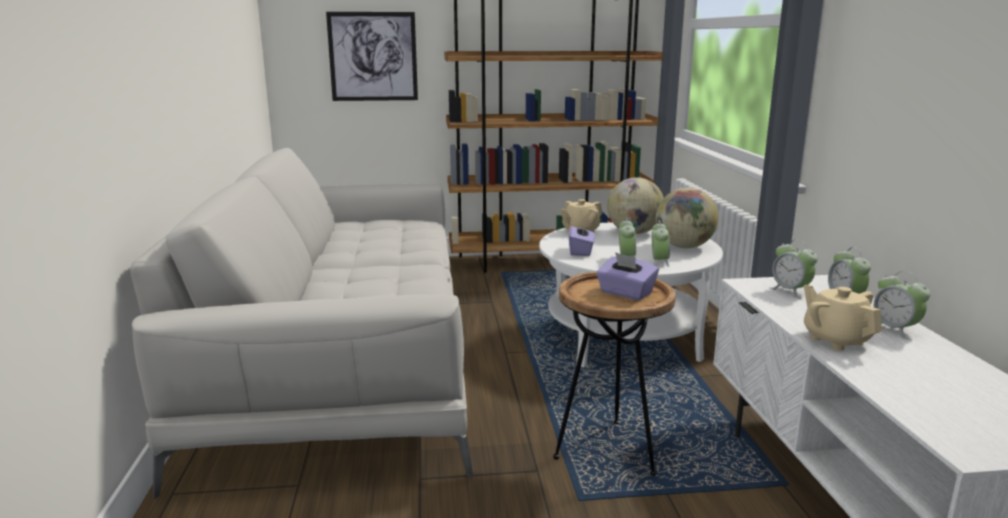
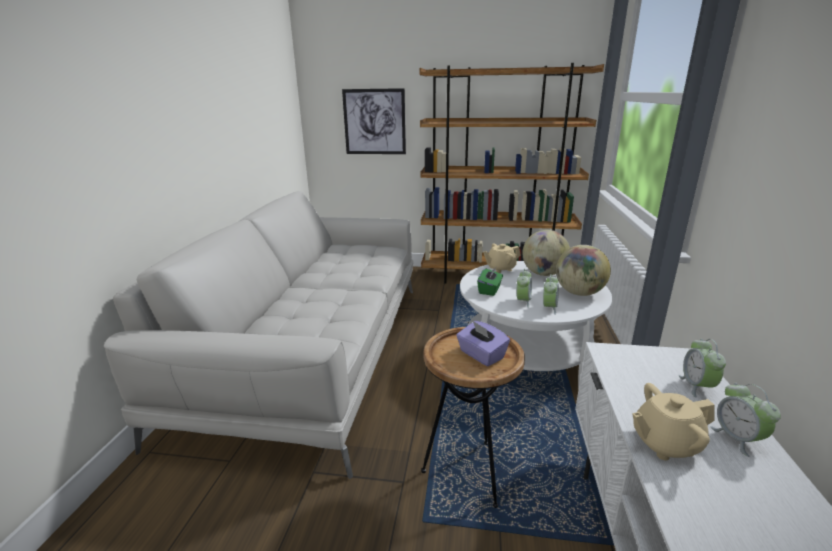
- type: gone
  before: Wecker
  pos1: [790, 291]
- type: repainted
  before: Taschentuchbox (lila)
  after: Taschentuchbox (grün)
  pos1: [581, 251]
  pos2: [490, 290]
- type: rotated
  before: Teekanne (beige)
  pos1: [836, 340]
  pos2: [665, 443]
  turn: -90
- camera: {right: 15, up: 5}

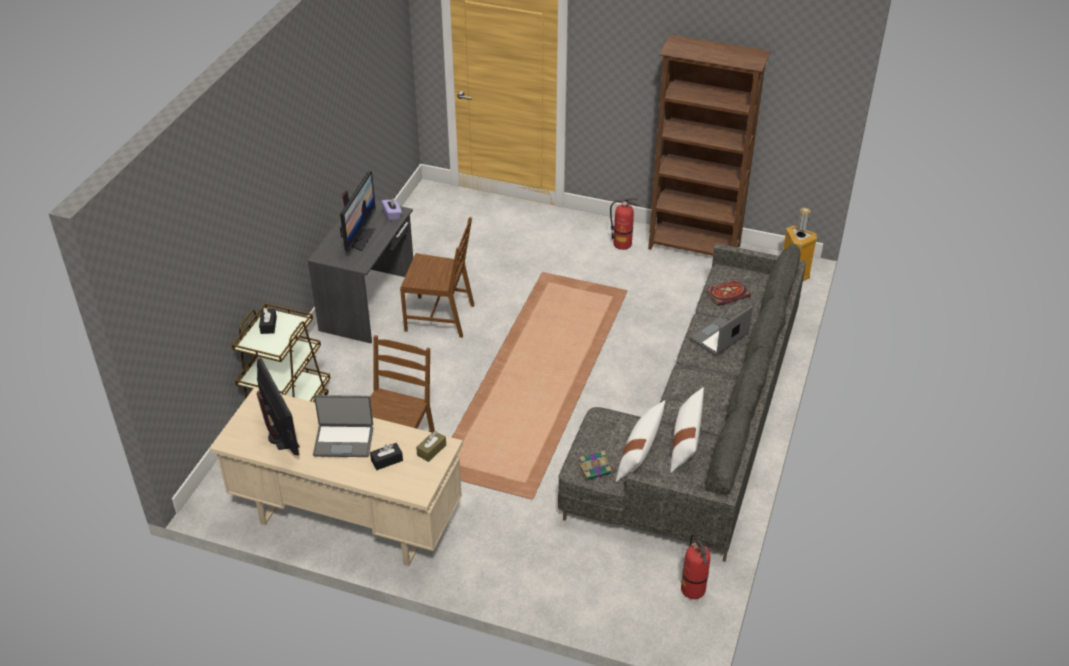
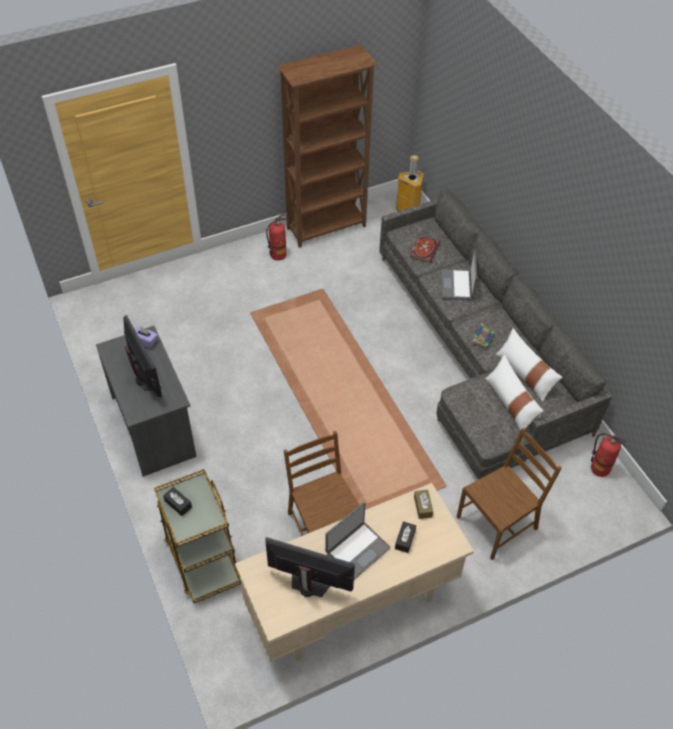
- type: shifted
  before: Stuhl (braun)
  pos1: [440, 317]
  pos2: [497, 523]
- type: shifted
  before: Buch
  pos1: [595, 469]
  pos2: [482, 338]
- camera: {right: -45, up: 10}

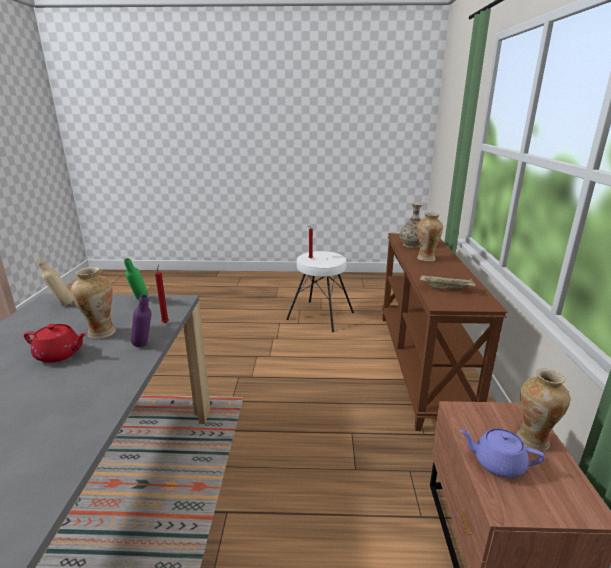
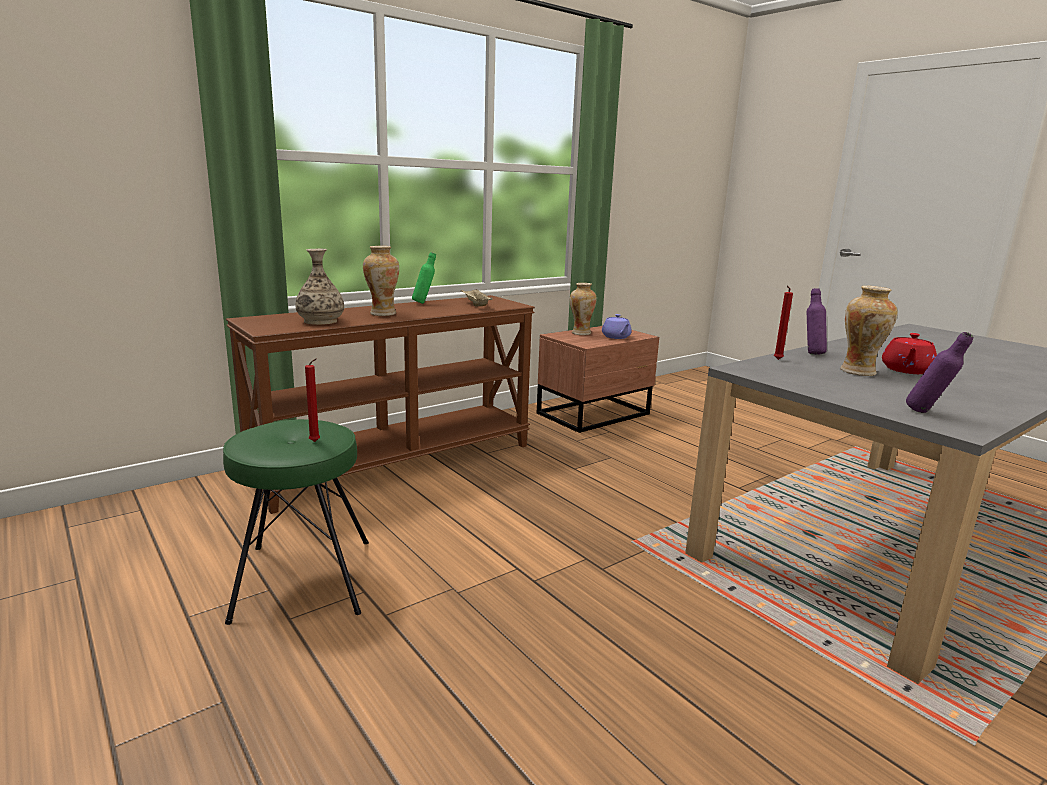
- type: shifted
  before: Flasche (grün)
  pos1: [139, 301]
  pos2: [424, 303]
- type: repainted
  before: Flasche (beige)
  after: Flasche (lila)
  pos1: [61, 305]
  pos2: [928, 413]
- type: repainted
  before: Hocker (weiß)
  after: Hocker (grün)
  pos1: [320, 315]
  pos2: [302, 579]
- type: rotated
  before: Teekanne (rot)
  pos1: [59, 355]
  pos2: [906, 370]
  turn: -120
- camera: {right: -130, up: -5}

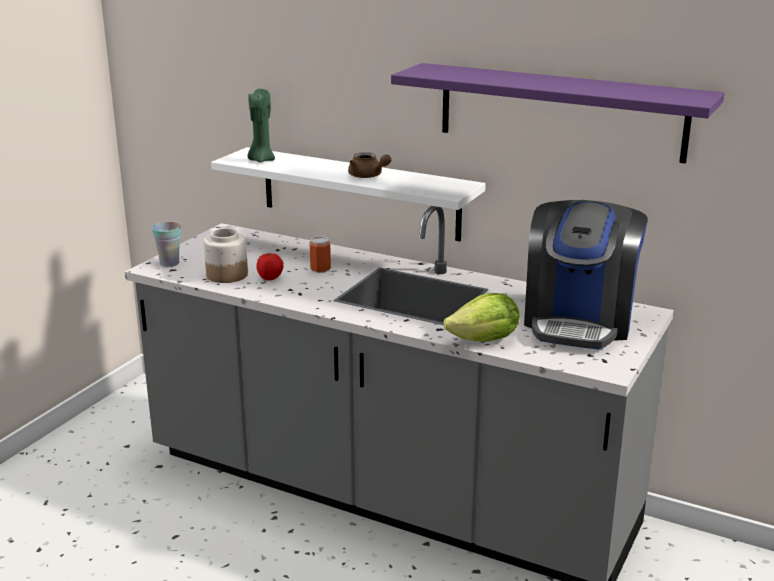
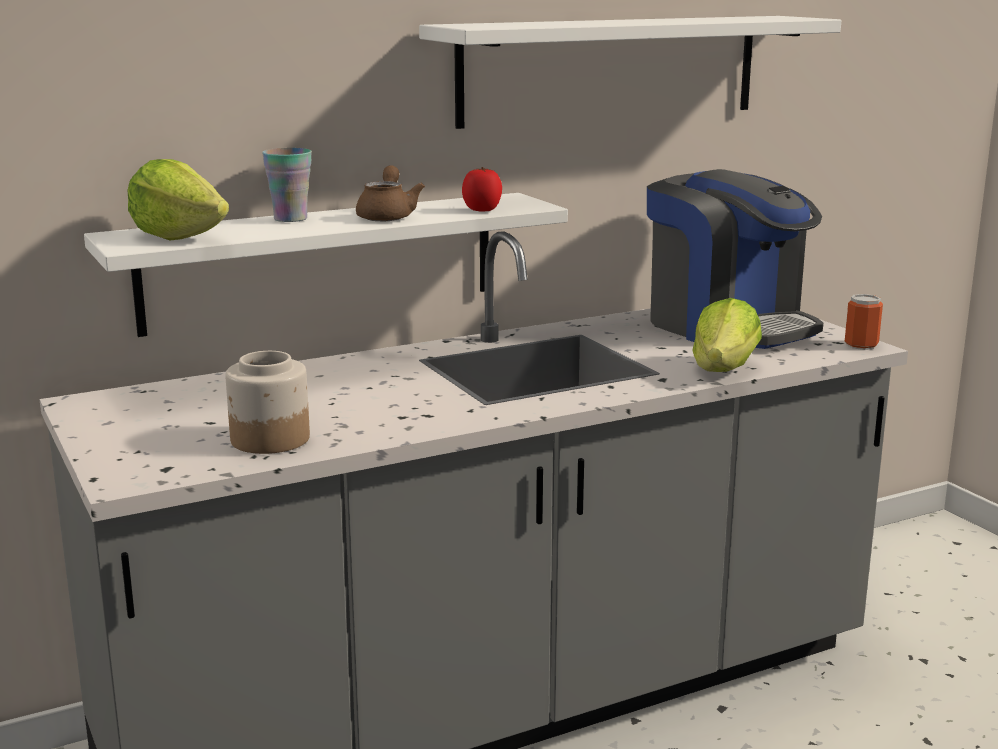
- type: shifted
  before: Tasse
  pos1: [169, 263]
  pos2: [290, 219]
- type: shifted
  before: Tomate
  pos1: [270, 278]
  pos2: [482, 210]
- type: shifted
  before: Dose
  pos1: [320, 269]
  pos2: [861, 345]
- type: swapped
  before: Kerze (grün)
  after: Salatkopf
  pos1: [261, 160]
  pos2: [178, 236]
- type: repainted
  before: Wandregal (lila)
  after: Wandregal (weiß)
  pos1: [560, 111]
  pos2: [611, 69]
- type: rotated
  before: Teekanne (braun)
  pos1: [368, 176]
  pos2: [387, 216]
  turn: -75
- camera: {right: -55, up: -5}

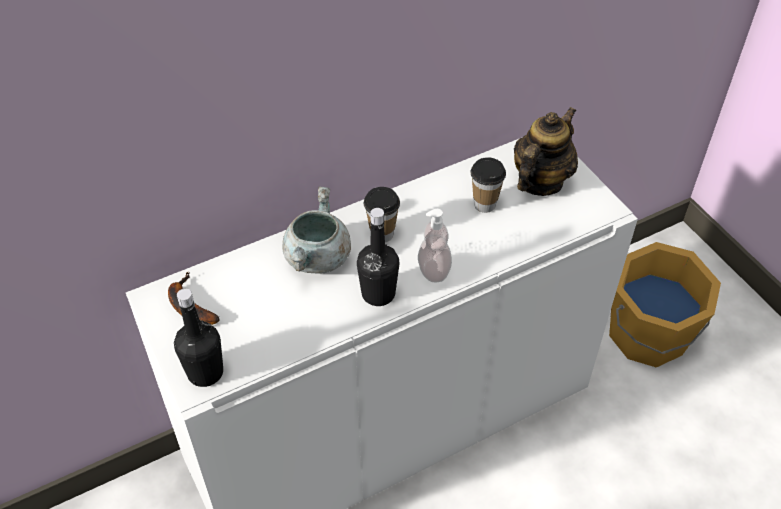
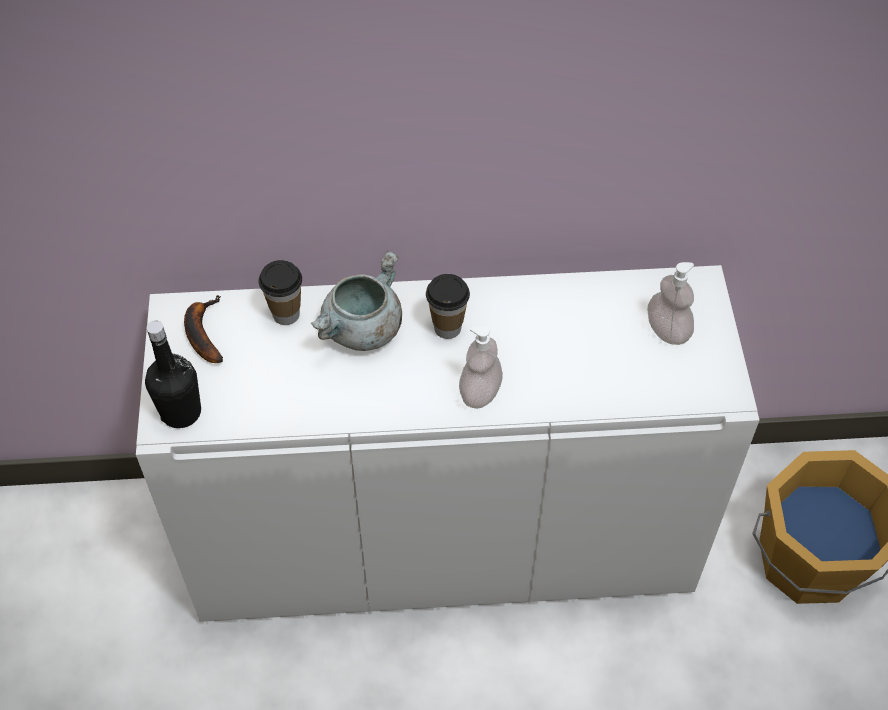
- type: gone
  before: Flasche (schwarz)
  pos1: [378, 294]
- type: shifted
  before: Tasse
  pos1: [484, 204]
  pos2: [286, 314]
- type: swapped
  before: Teekanne
  after: Seifenspender
  pos1: [540, 181]
  pos2: [667, 330]
- camera: {right: 25, up: 5}

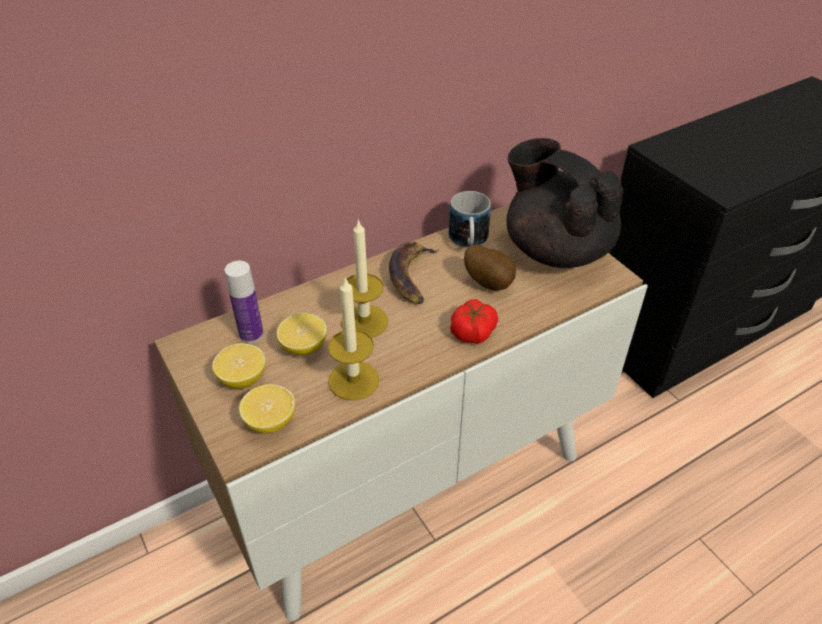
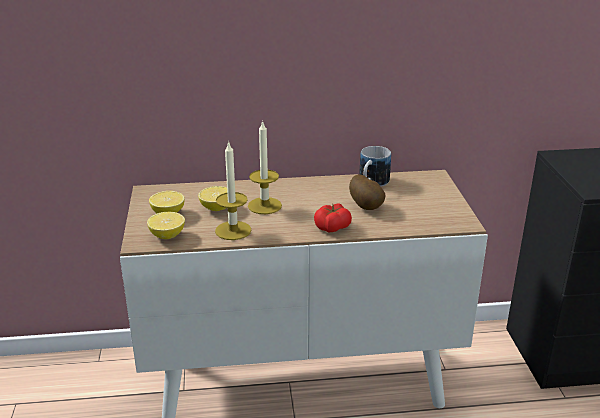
- type: gone
  before: Flasche
  pos1: [251, 334]
- type: gone
  before: Banane
  pos1: [411, 275]
- type: gone
  before: Teekanne (schwarz)
  pos1: [555, 249]
- camera: {right: 25, up: -15}

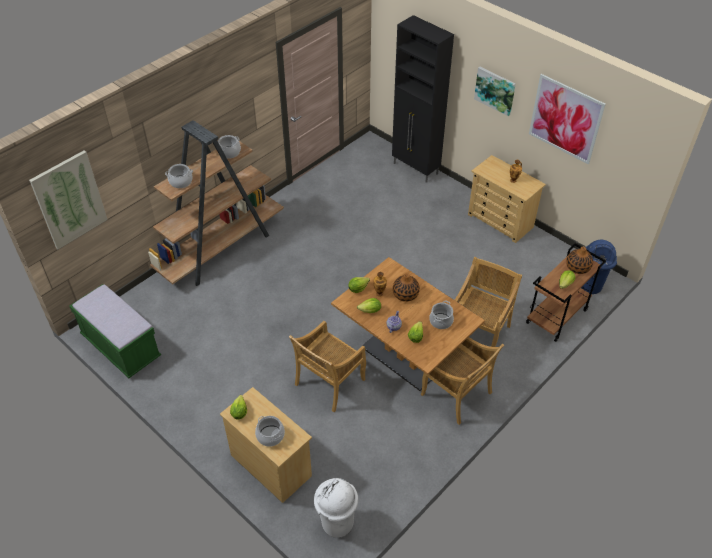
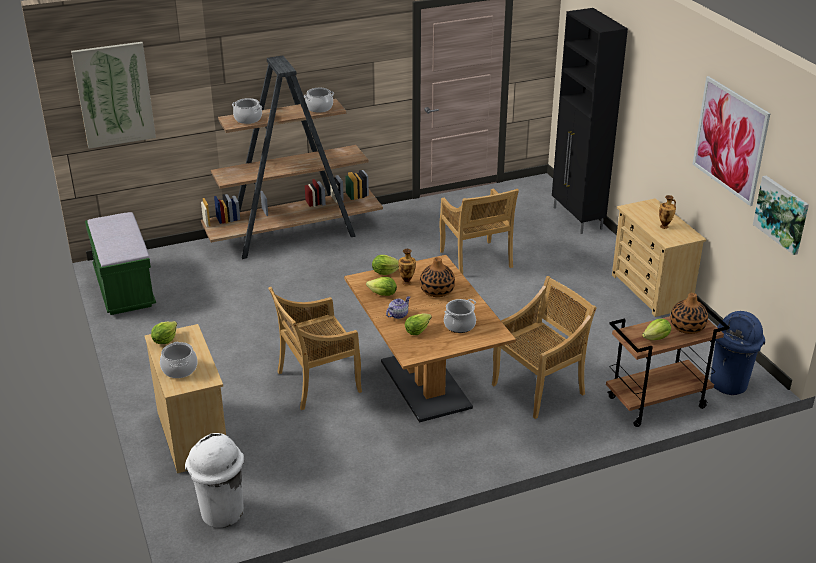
- type: shifted
  before: Stuhl (beige)
  pos1: [457, 395]
  pos2: [476, 260]
- type: shifted
  before: Bild
  pos1: [495, 90]
  pos2: [782, 214]
- camera: {right: 25, up: -15}

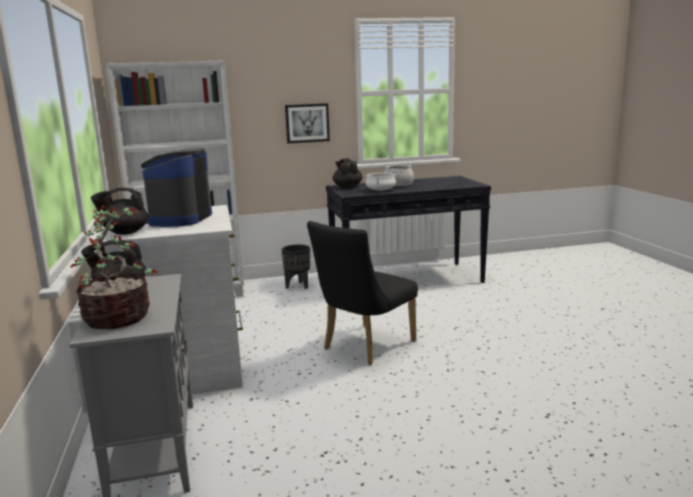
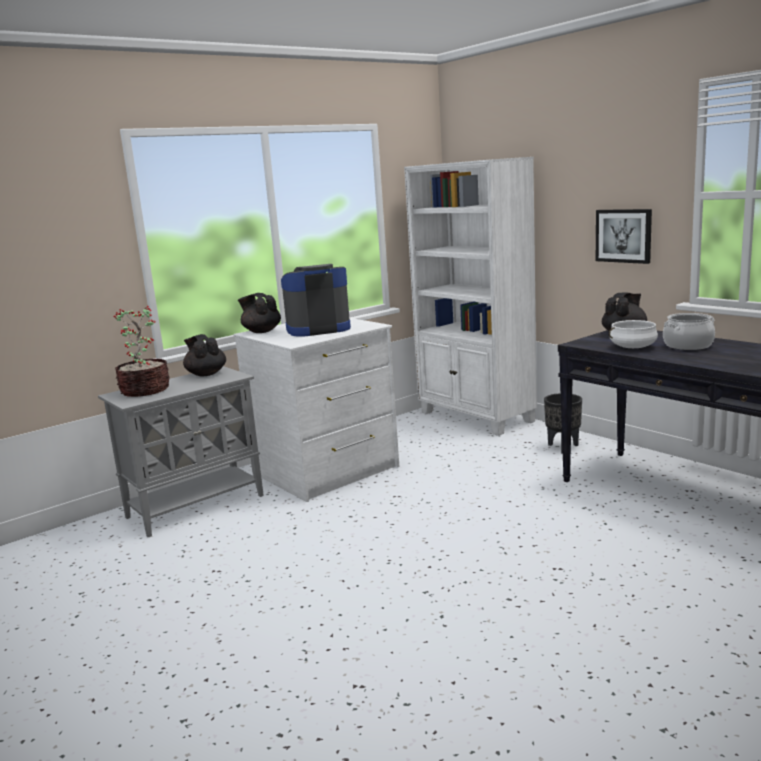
- type: gone
  before: Stuhl (schwarz)
  pos1: [364, 347]
- camera: {right: 65, up: 0}

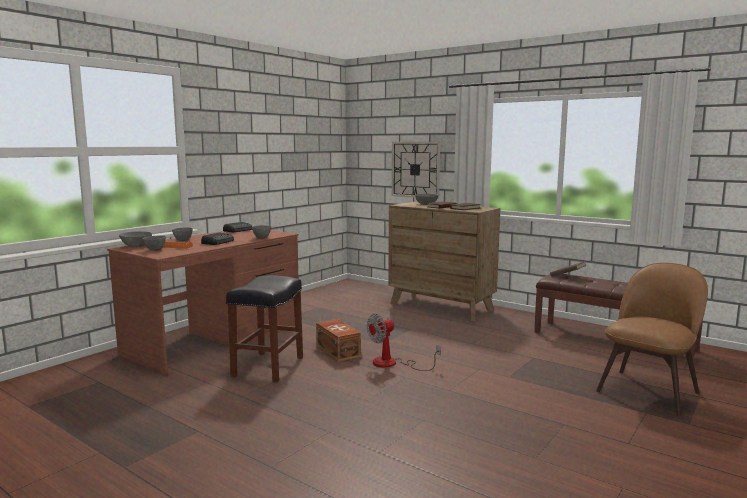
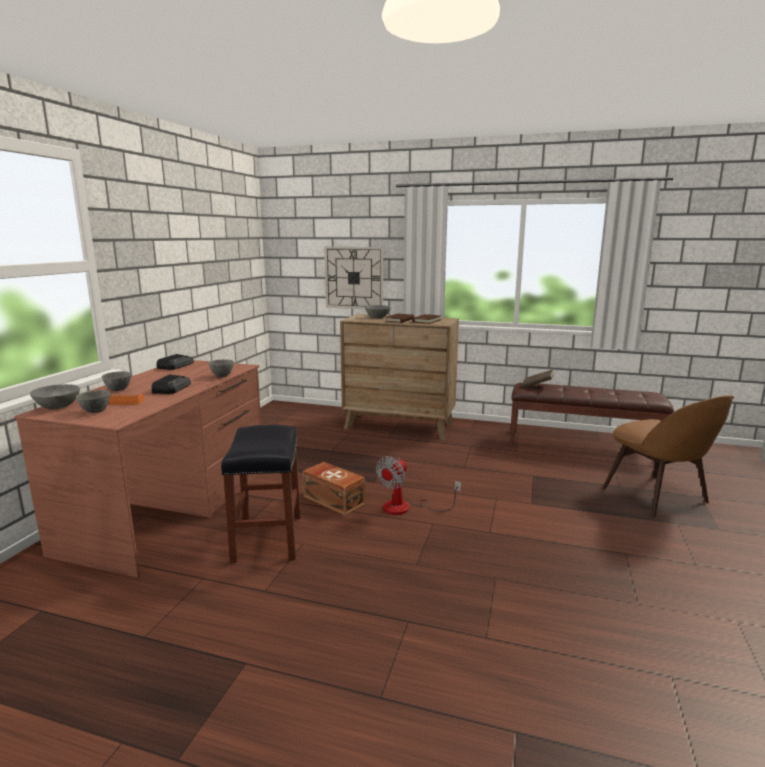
- type: rotated
  before: Stuhl (braun)
  pos1: [649, 390]
  pos2: [657, 497]
  turn: 135
- camera: {right: -20, up: 5}

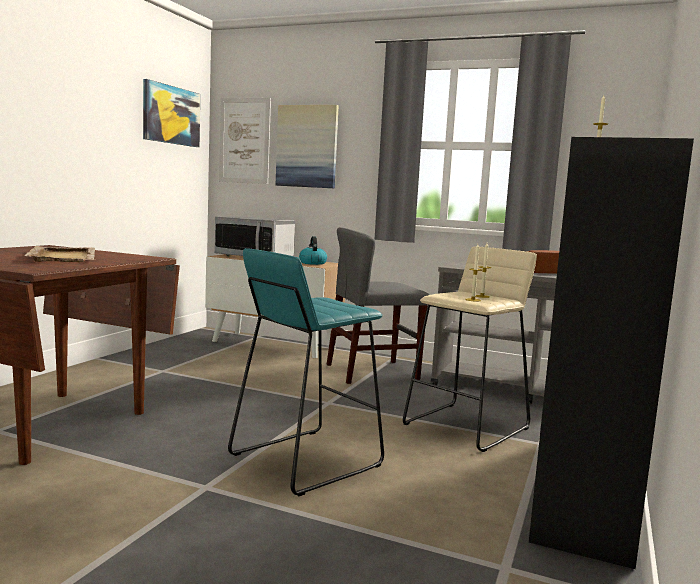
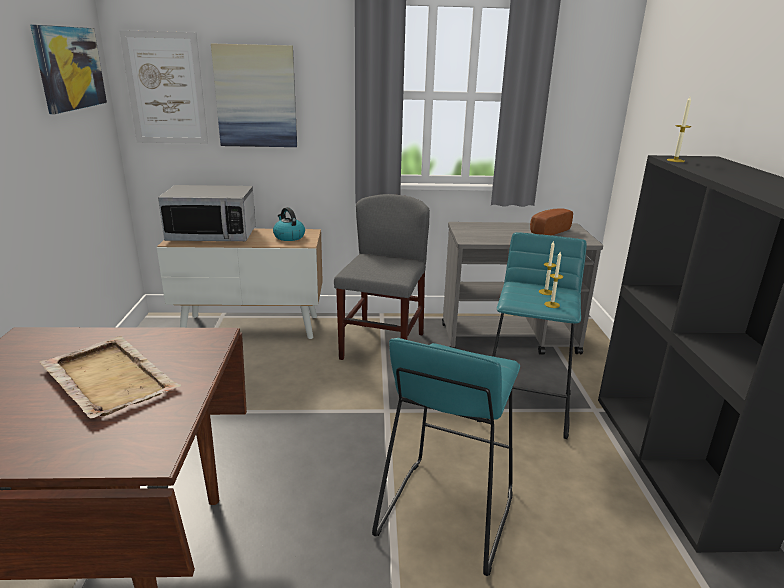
- type: repainted
  before: Hocker (beige)
  after: Hocker (türkis)
  pos1: [467, 426]
  pos2: [525, 405]
- type: rotated
  before: Stuhl (grau)
  pos1: [372, 372]
  pos2: [382, 346]
  turn: 150
- camera: {right: -25, up: 15}

